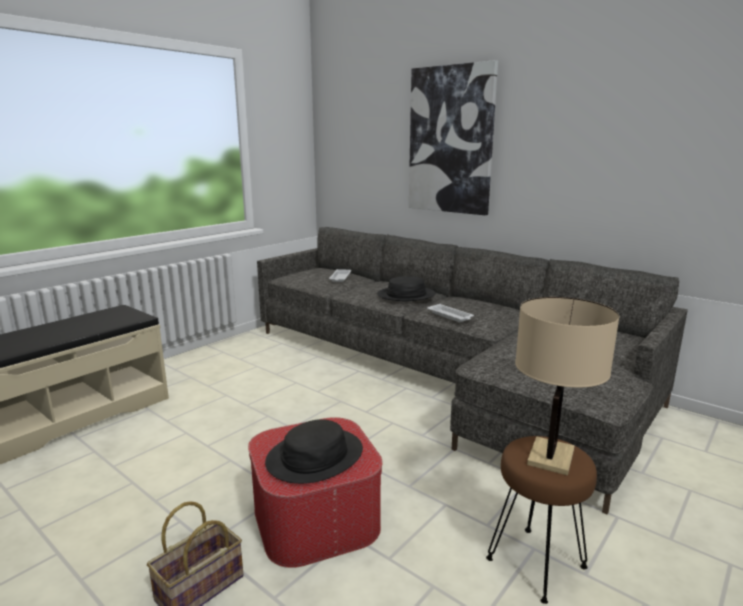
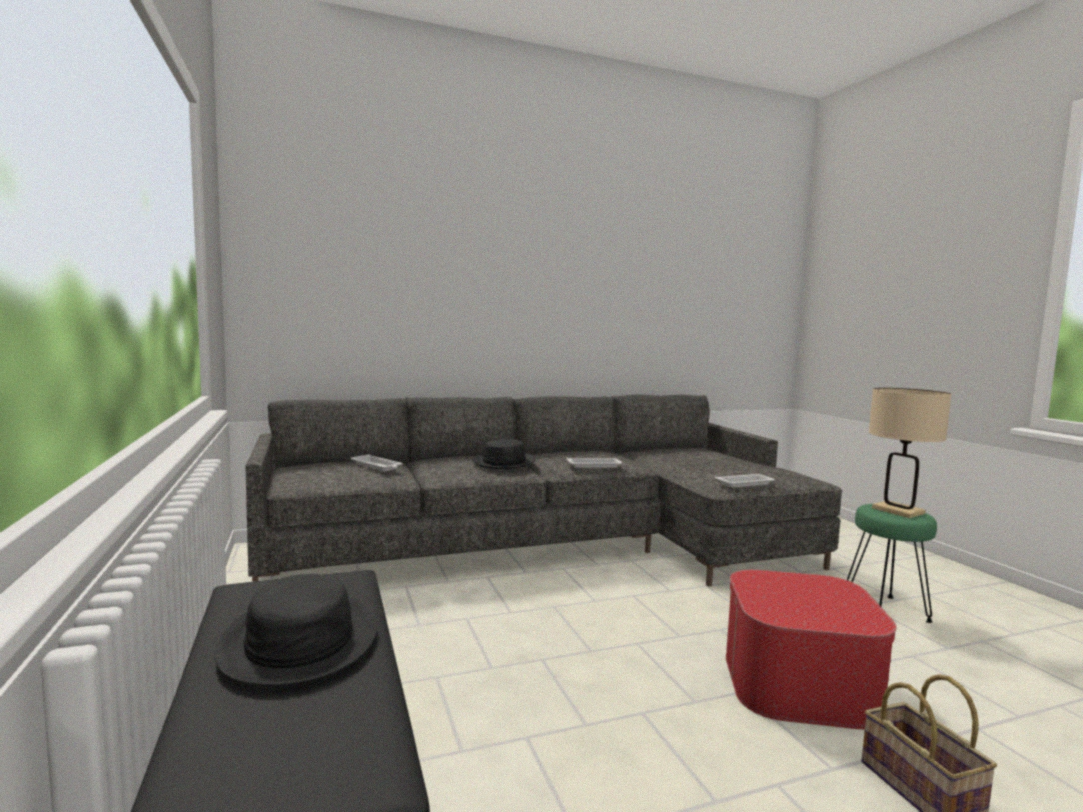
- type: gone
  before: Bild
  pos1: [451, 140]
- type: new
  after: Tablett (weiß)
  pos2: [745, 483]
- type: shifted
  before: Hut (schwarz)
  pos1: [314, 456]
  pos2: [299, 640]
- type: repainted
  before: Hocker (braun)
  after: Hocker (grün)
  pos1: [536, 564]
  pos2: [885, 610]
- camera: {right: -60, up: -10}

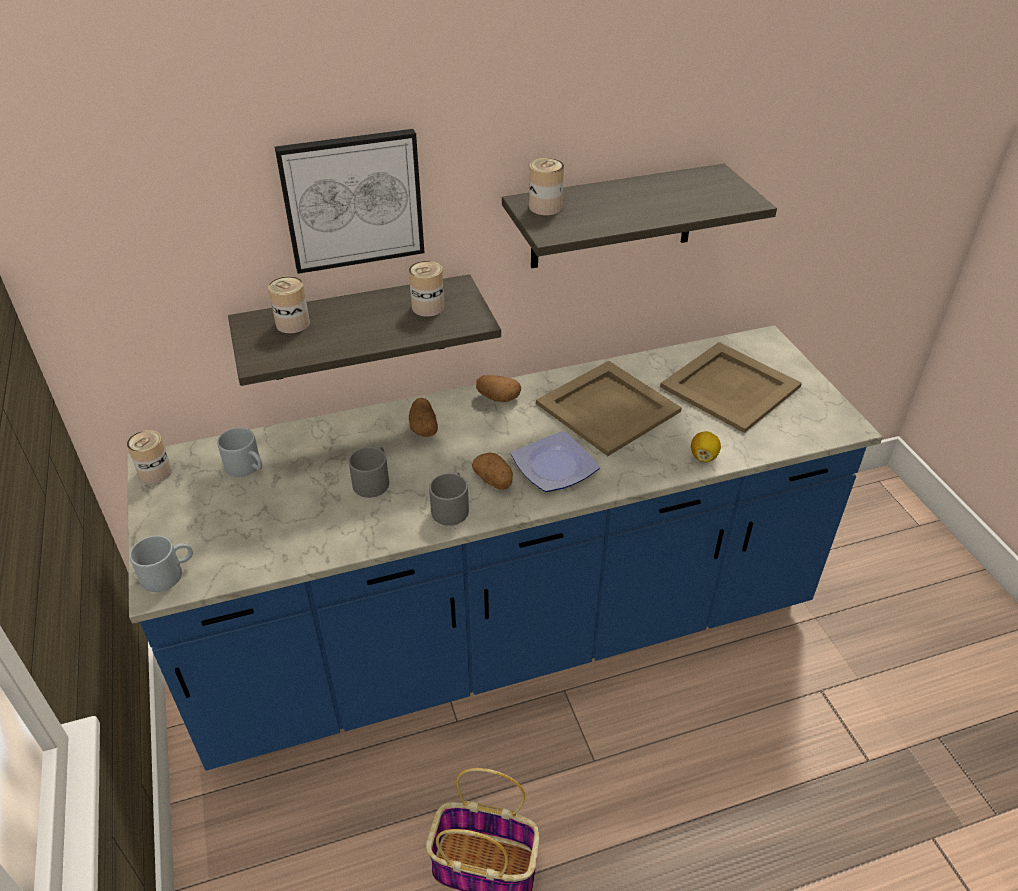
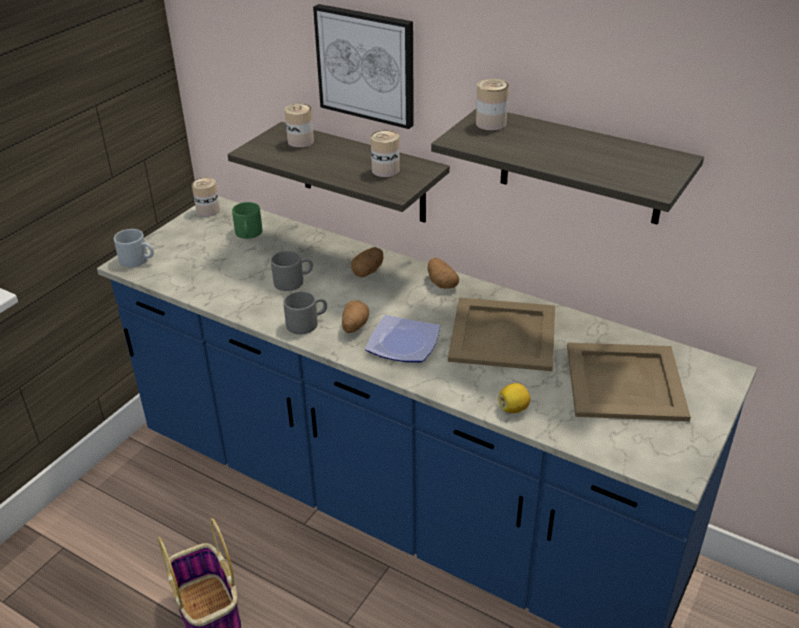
- type: repainted
  before: Henkelbecher (grau)
  after: Henkelbecher (grün)
  pos1: [248, 467]
  pos2: [249, 234]
- camera: {right: 50, up: -5}

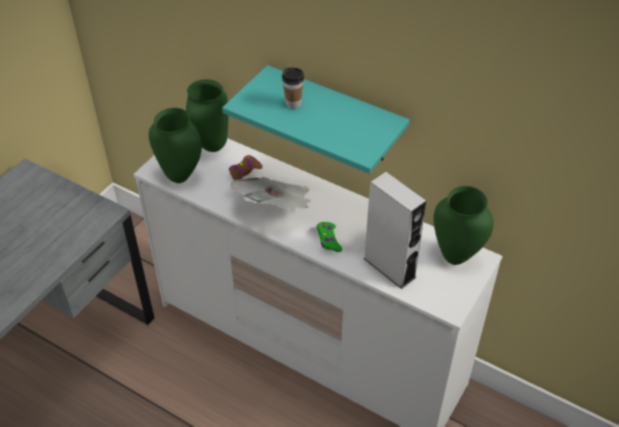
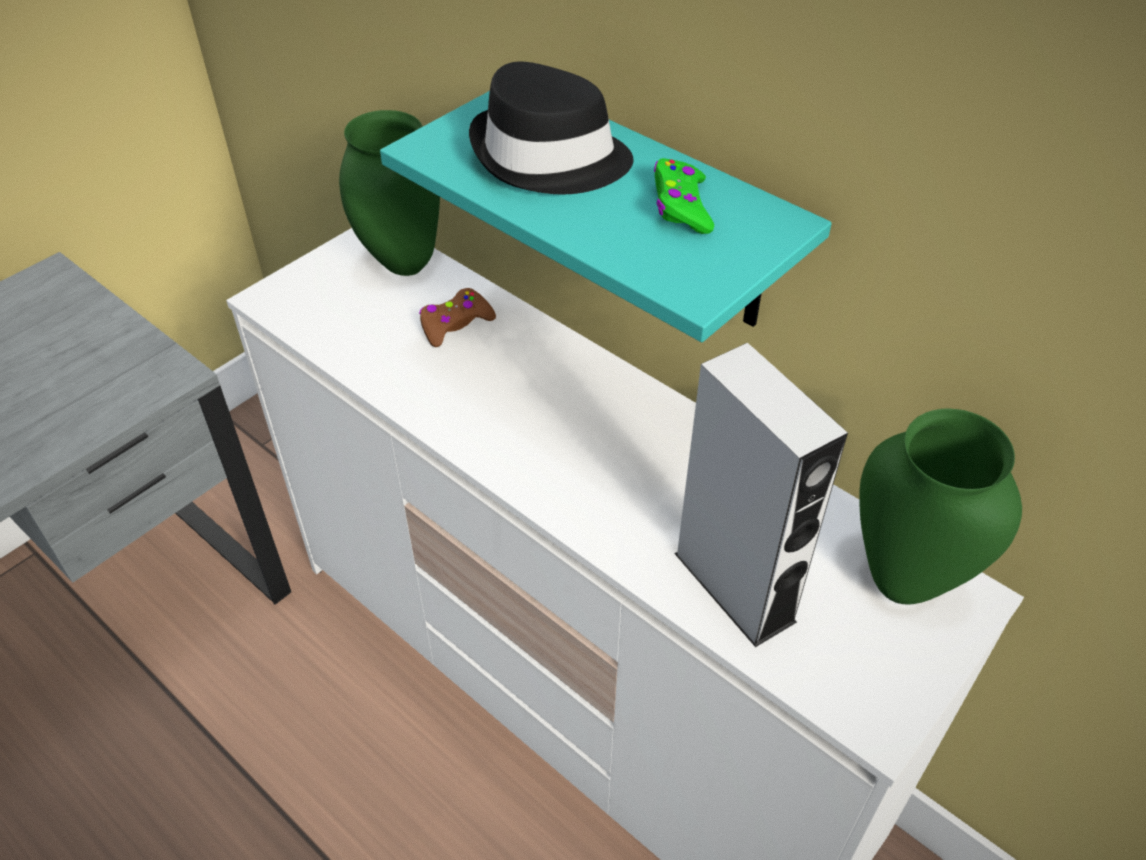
- type: gone
  before: Vase (grün)
  pos1: [180, 176]
- type: gone
  before: Zeitung
  pos1: [275, 207]
- type: shifted
  before: Gamepad (grün)
  pos1: [328, 240]
  pos2: [681, 206]
- type: swapped
  before: Tasse
  after: Hut (schwarz)
  pos1: [293, 103]
  pos2: [549, 158]
- camera: {right: 10, up: 0}

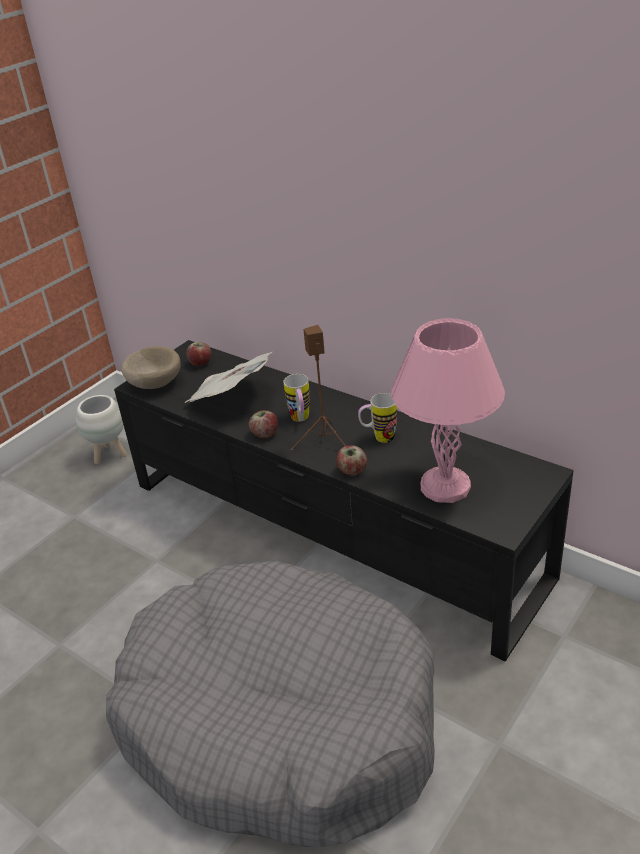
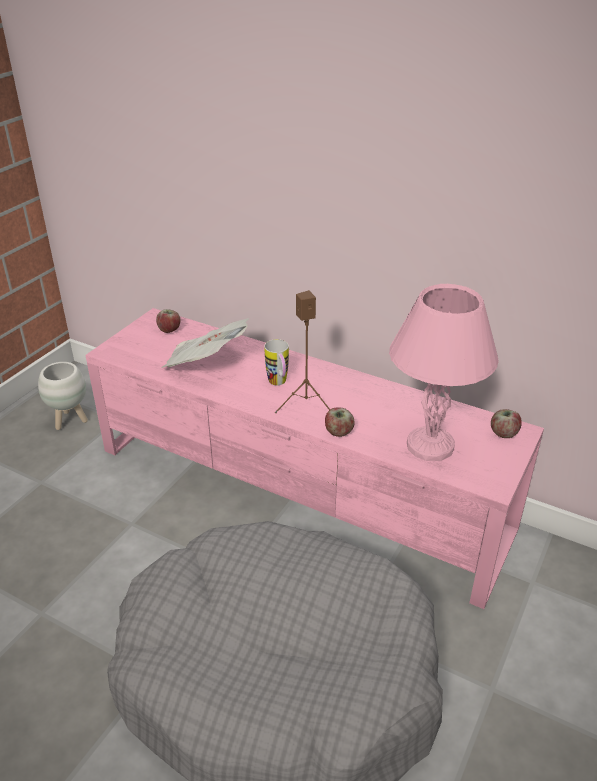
- type: gone
  before: Schüssel (beige)
  pos1: [154, 383]
- type: gone
  before: Henkelbecher
  pos1: [378, 438]
- type: shifted
  before: Apfel
  pos1: [265, 434]
  pos2: [503, 433]
- type: repainted
  before: Fernsehschrank (schwarz)
  after: Fernsehschrank (rosa)
  pos1: [332, 530]
  pos2: [300, 489]
- camera: {right: -10, up: 0}

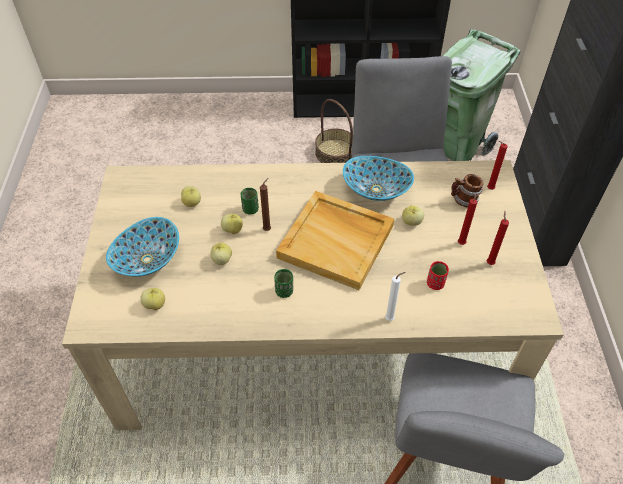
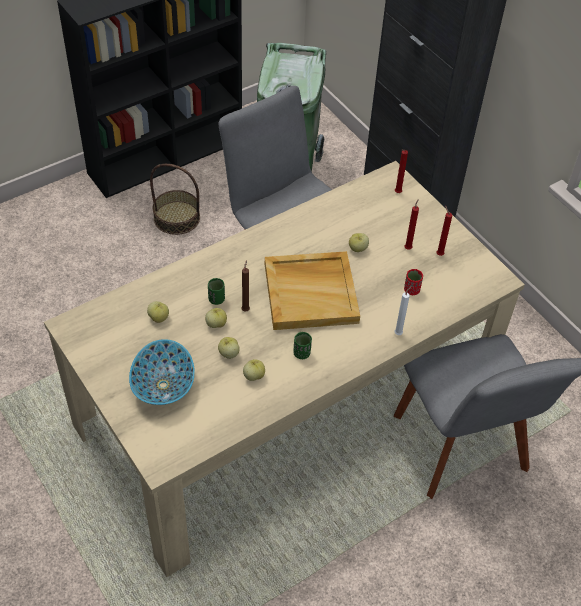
- type: gone
  before: Schüssel
  pos1: [376, 190]
- type: gone
  before: Henkelbecher
  pos1: [463, 200]
- type: shifted
  before: Apfel
  pos1: [155, 304]
  pos2: [253, 376]
- camera: {right: -35, up: 0}

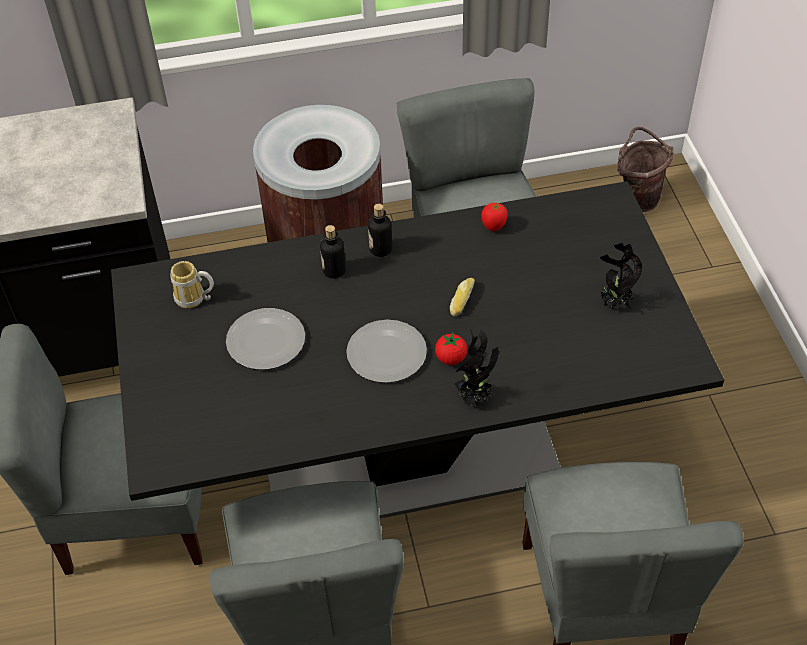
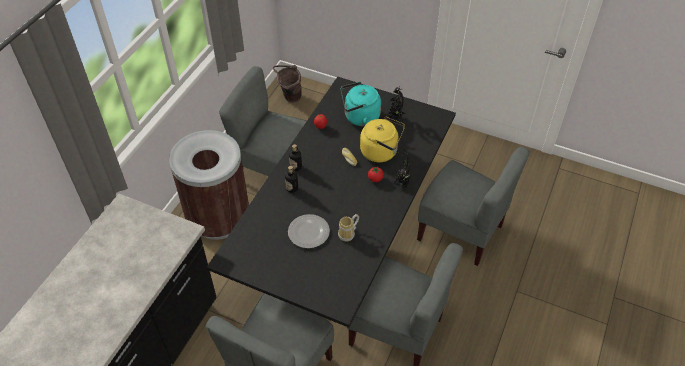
- type: gone
  before: Teller
  pos1: [387, 353]
- type: new
  after: Wasserkessel (türkis)
  pos2: [359, 117]
- type: new
  after: Wasserkessel (gelb)
  pos2: [381, 152]
- type: shifted
  before: Henkelbecher
  pos1: [193, 300]
  pos2: [348, 234]
- camera: {right: -55, up: 0}

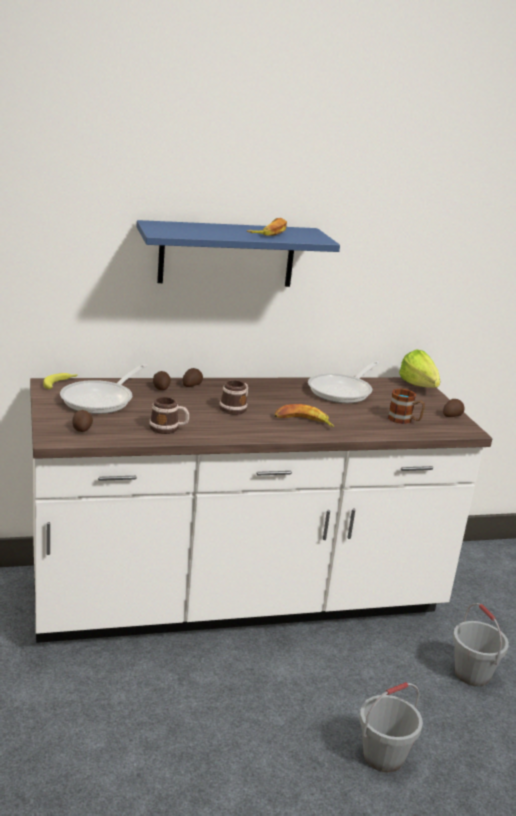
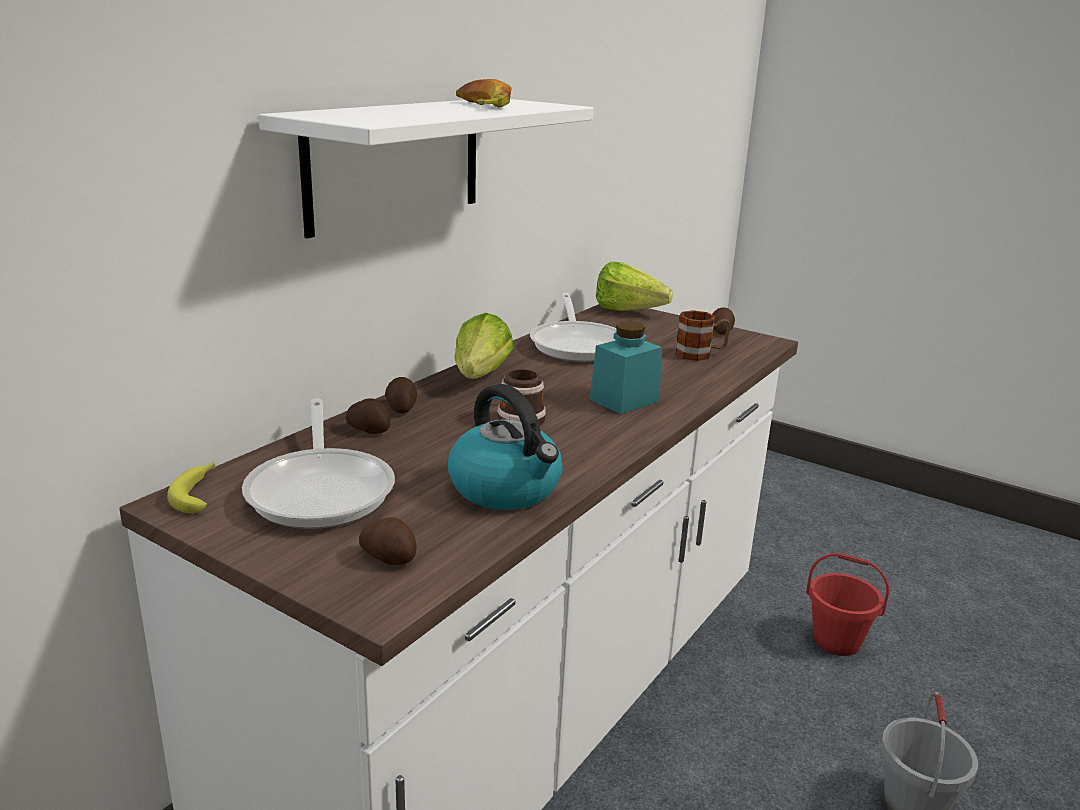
- type: new
  after: Salatkopf
  pos2: [476, 380]
- type: swapped
  before: Henkelbecher
  after: Wasserkessel
  pos1: [168, 428]
  pos2: [507, 489]
- type: swapped
  before: Banane
  after: Vorratsglas (türkis)
  pos1: [303, 421]
  pos2: [624, 400]
- type: repainted
  before: Wandregal (blau)
  after: Wandregal (weiß)
  pos1: [227, 254]
  pos2: [396, 162]
- type: repainted
  before: Eimer (grau)
  after: Eimer (rot)
  pos1: [472, 674]
  pos2: [836, 641]
- camera: {right: -40, up: 0}

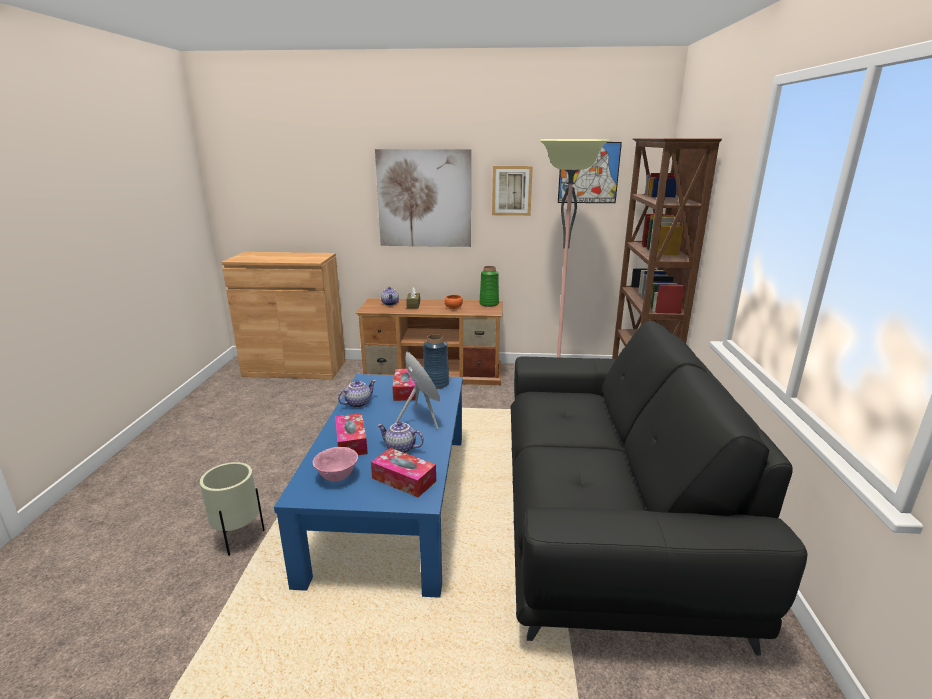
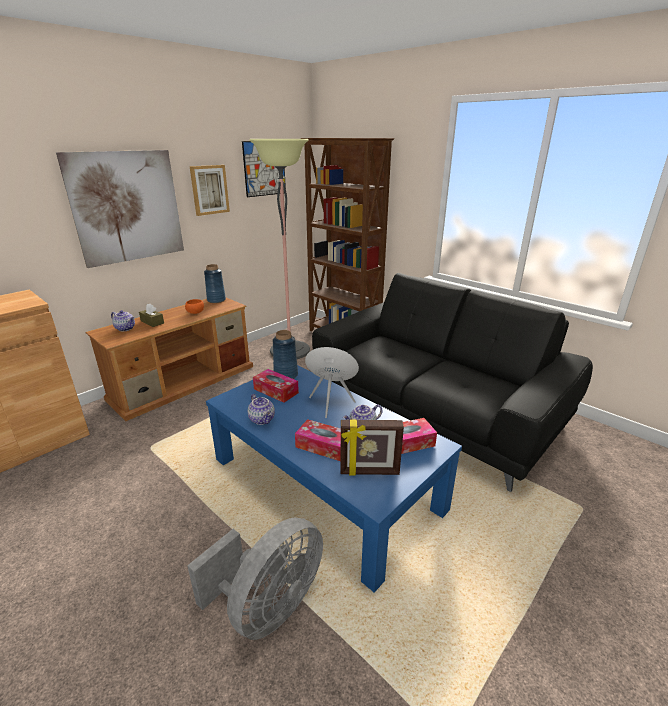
- type: swapped
  before: Pflanzkübel (beige)
  after: Ventilator (grau)
  pos1: [239, 539]
  pos2: [268, 606]
- type: swapped
  before: Schüssel (rosa)
  after: Bilderrahmen
  pos1: [337, 477]
  pos2: [369, 472]
- type: repainted
  before: Vase (grün)
  after: Vase (blau)
  pos1: [489, 304]
  pos2: [216, 300]
- type: rotated
  before: Teekanne
  pos1: [358, 403]
  pos2: [262, 419]
  turn: 150
- camera: {right: -50, up: 5}

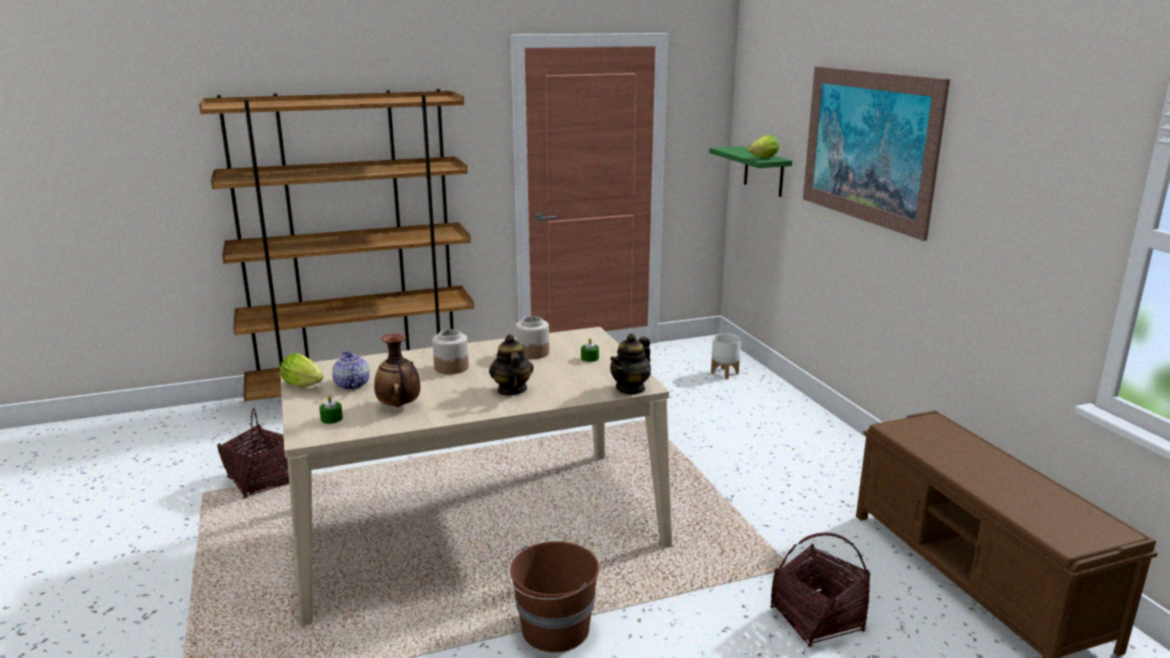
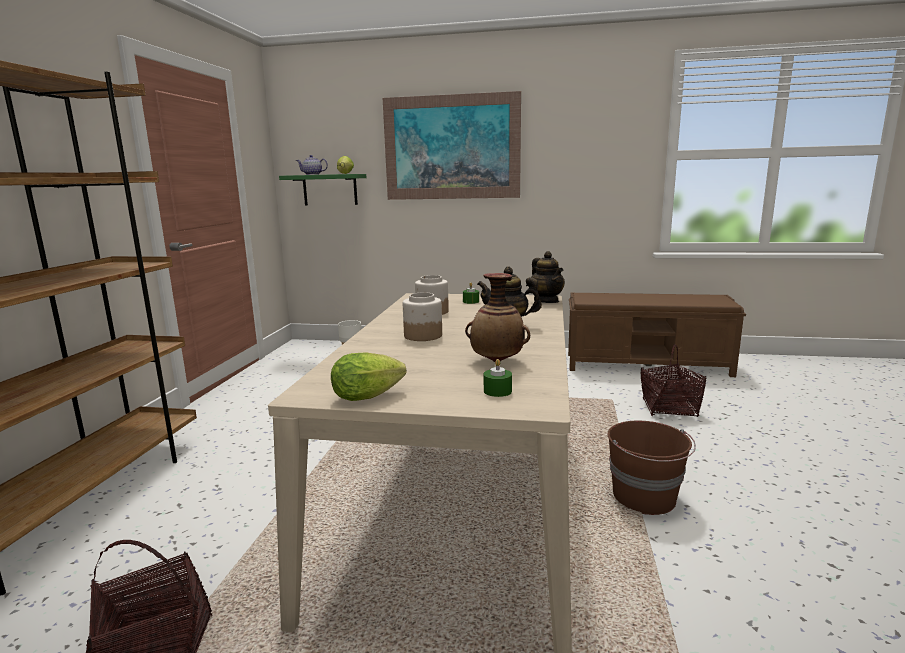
- type: shifted
  before: Teekanne
  pos1: [351, 385]
  pos2: [312, 174]
- camera: {right: -60, up: -5}

